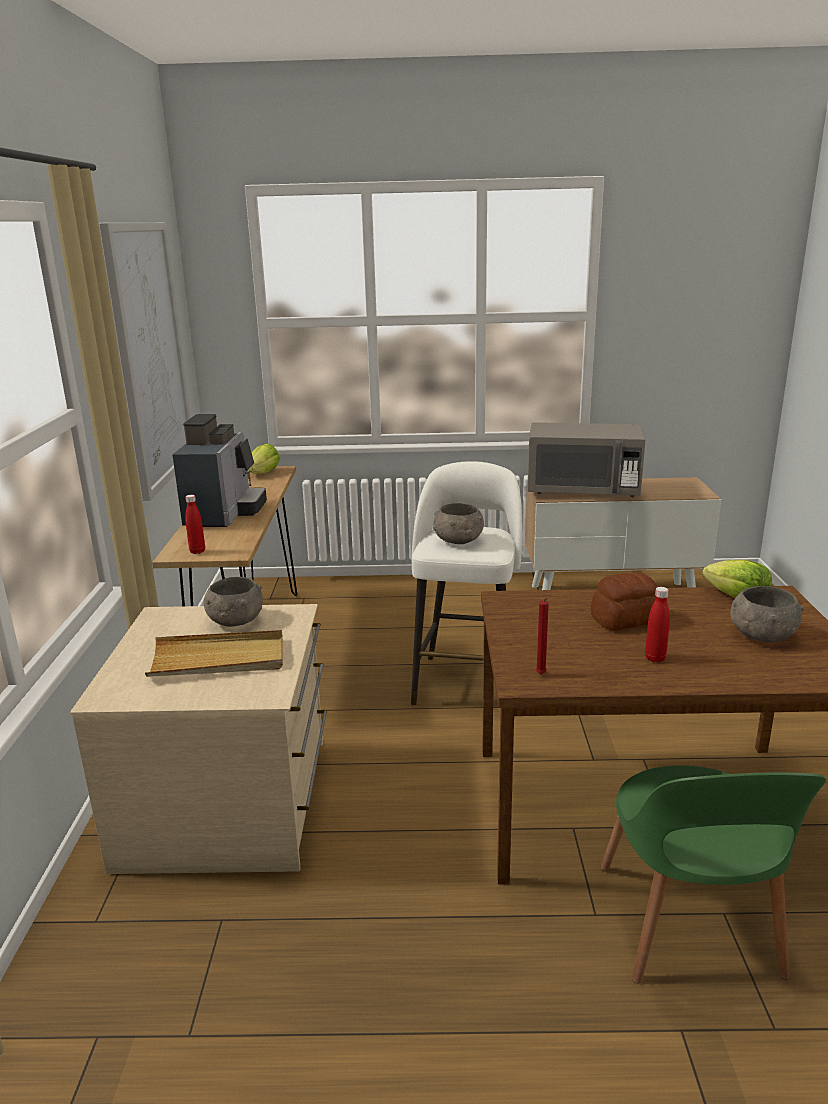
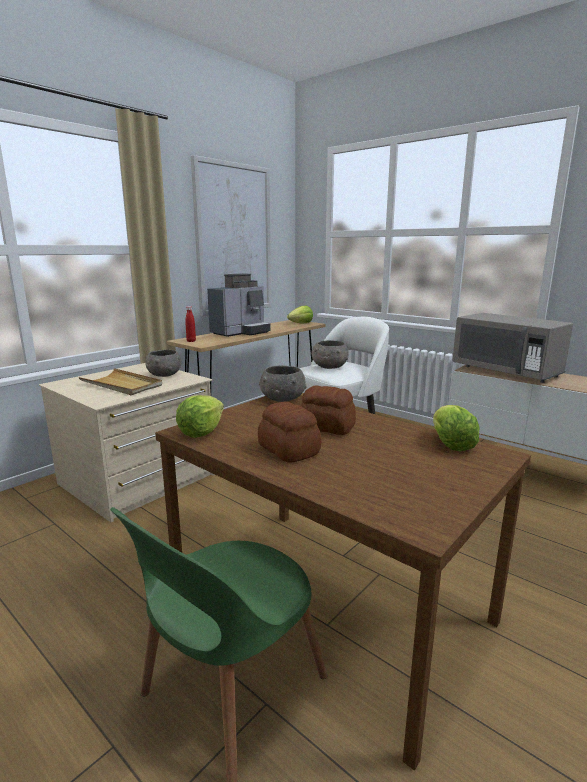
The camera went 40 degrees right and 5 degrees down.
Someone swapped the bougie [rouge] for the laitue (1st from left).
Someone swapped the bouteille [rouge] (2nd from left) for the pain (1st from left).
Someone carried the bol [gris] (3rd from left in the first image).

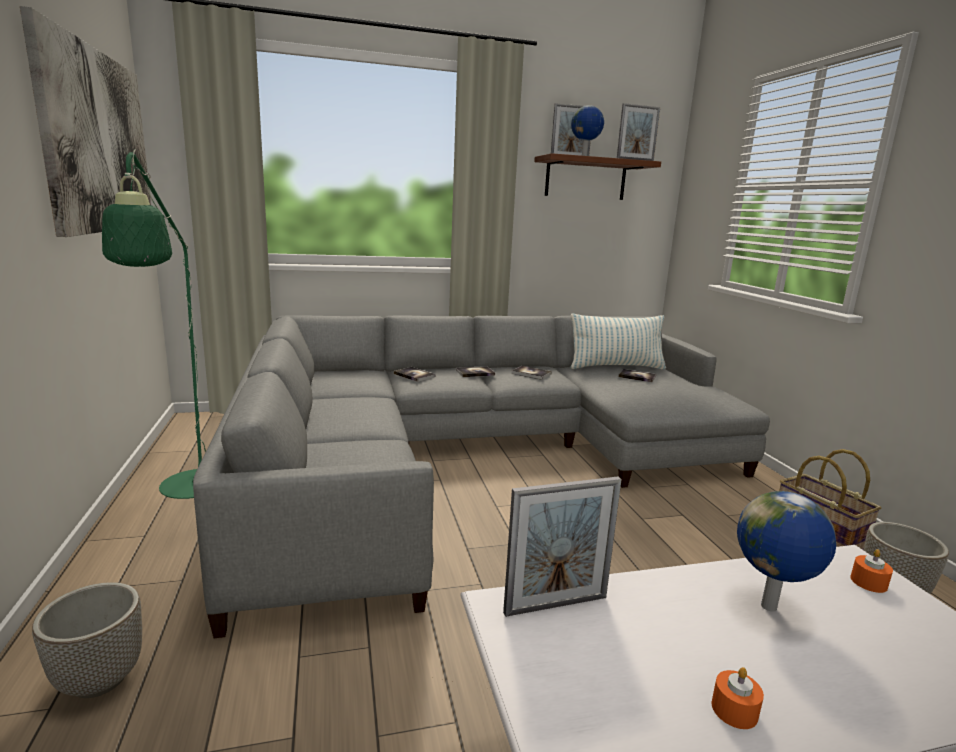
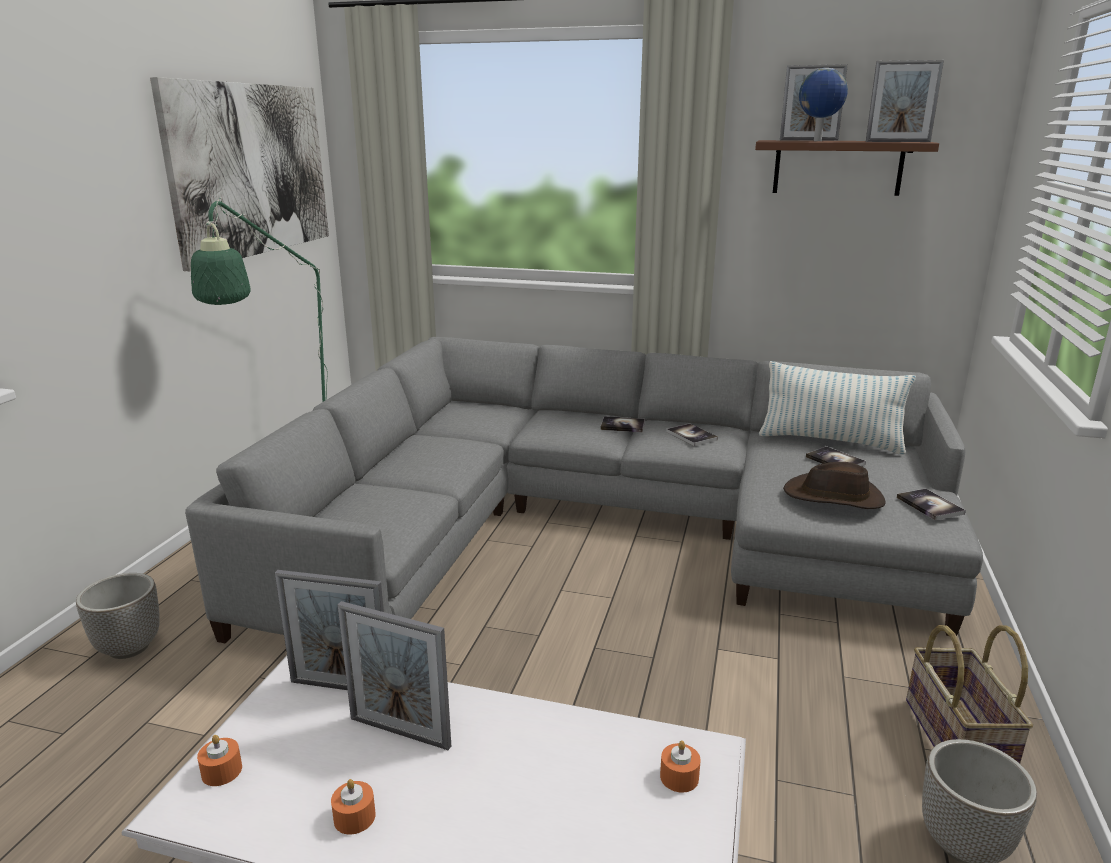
The camera went 30 degrees right and 5 degrees up.
Someone put down the bougie [orange] (1st from left).
Someone put down the cadre photo (2nd from left).
Someone put down the chapeau [marron].
Someone carried the livre (1st from left in the first image).
Someone took away the globe (2nd from left).

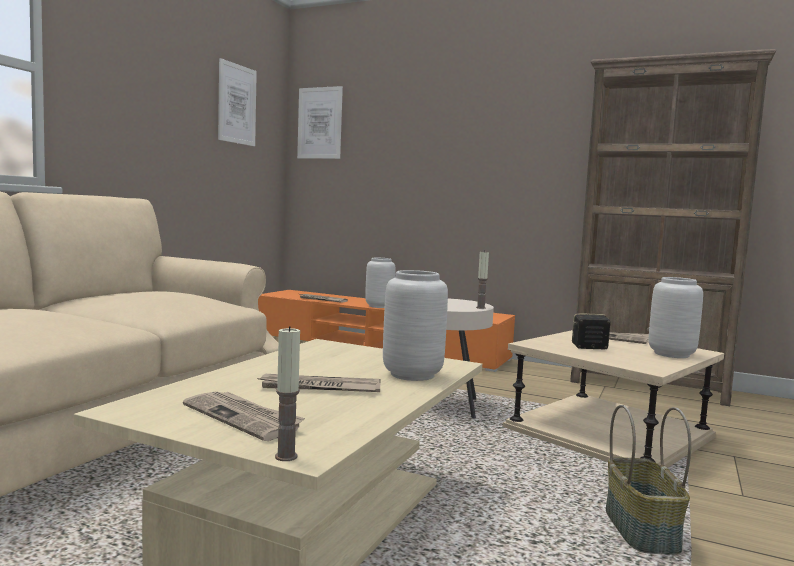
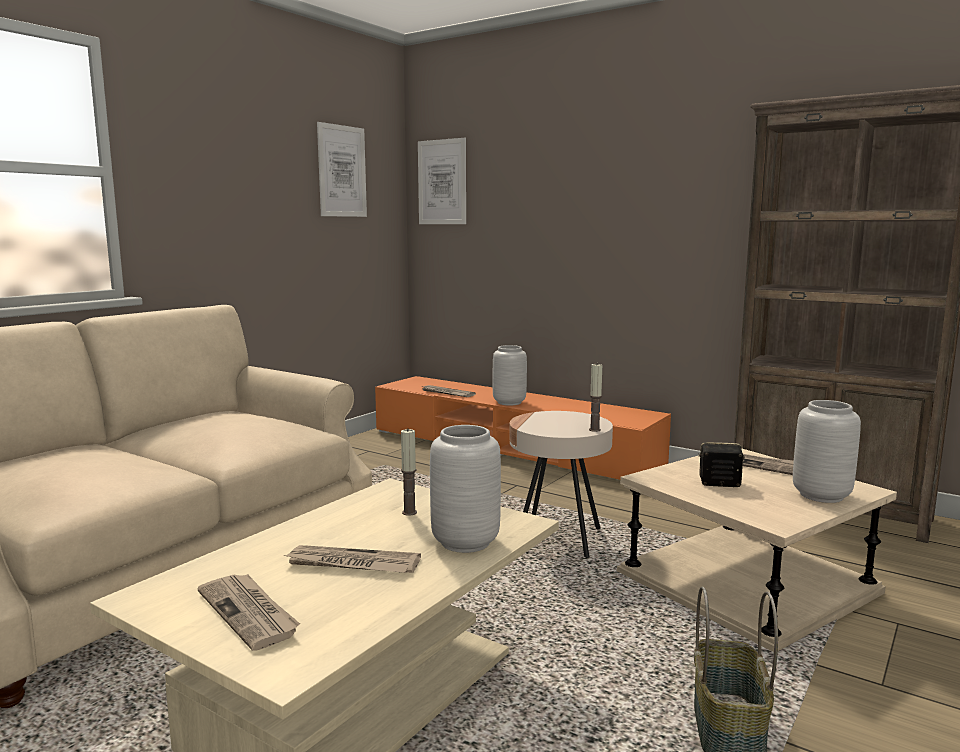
The camera went 10 degrees right and 5 degrees up.
Someone carried the bougie (1st from left).

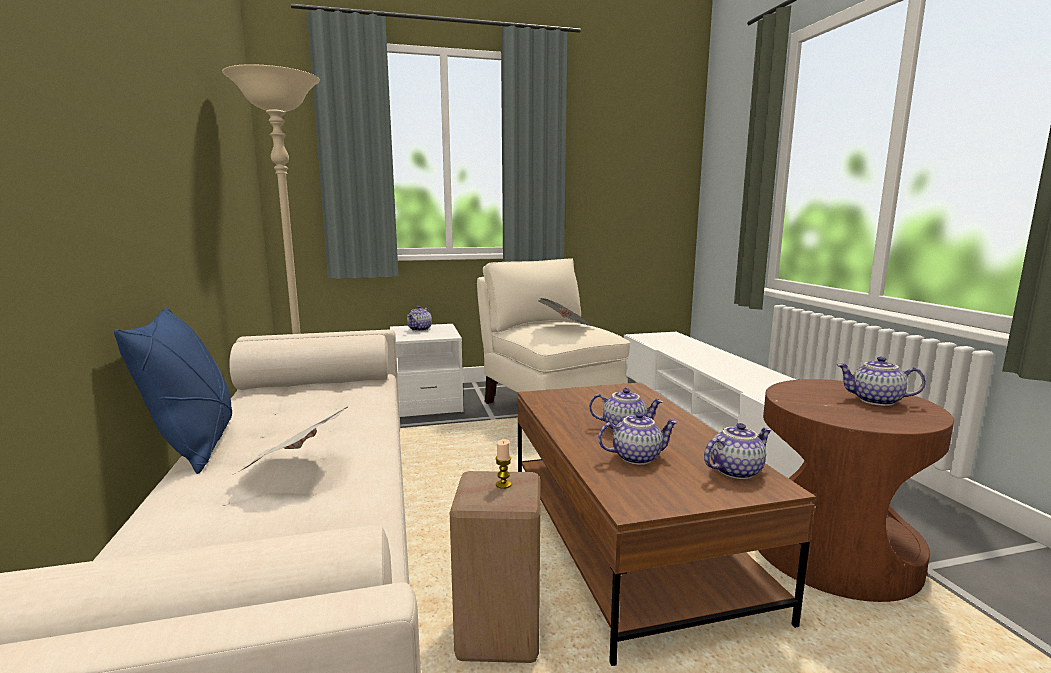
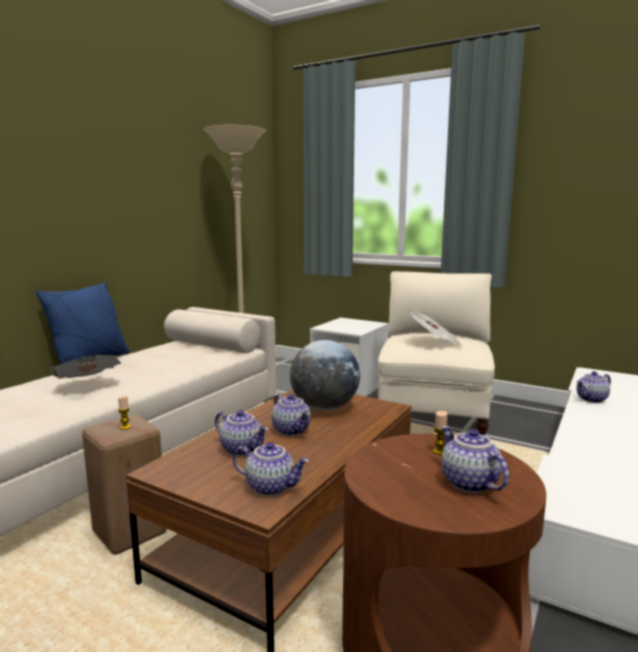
The camera went 45 degrees right and 0 degrees up.
Someone put down the globe.
Someone put down the bougie (2nd from left).
Someone carried the théière (1st from left in the first image).

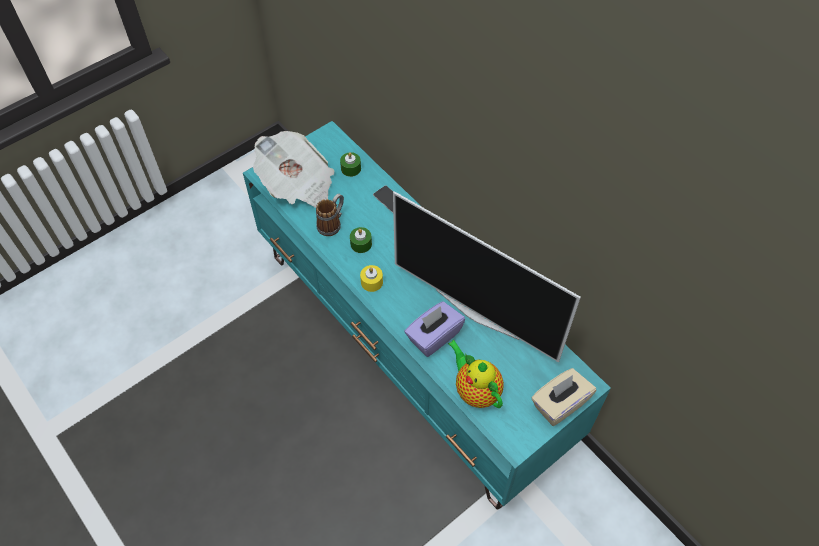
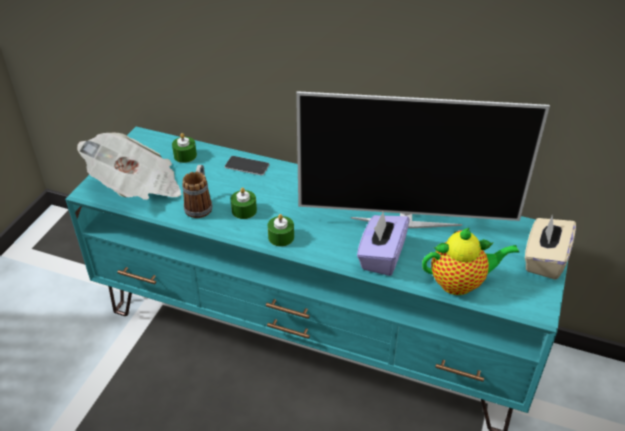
The camera went 30 degrees left and 15 degrees down.
Someone repainted the bougie [jaune], which became the bougie [vert] (3rd from left).
Someone rotated the théière by 150 degrees clockwise.

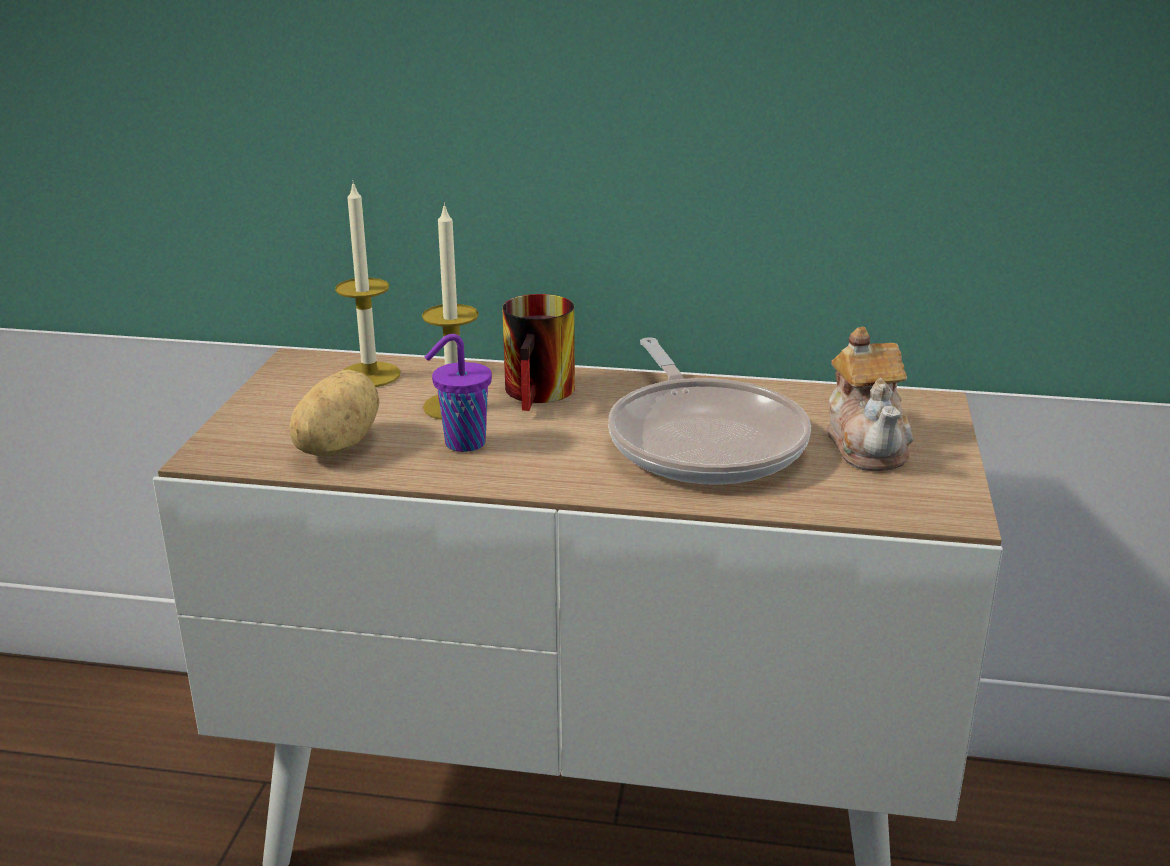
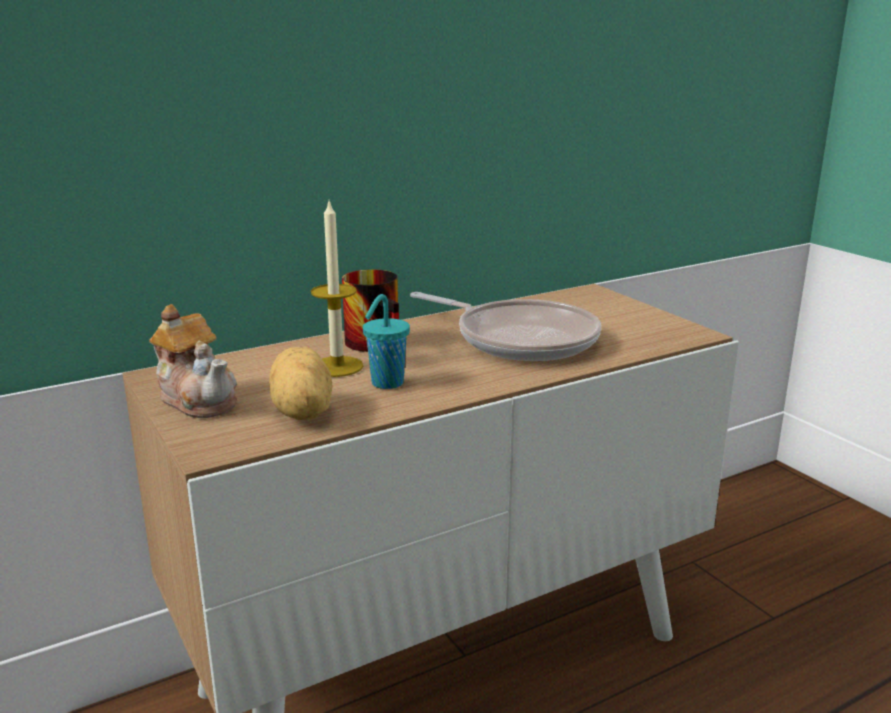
The camera went 40 degrees left and 5 degrees down.
Someone carried the théière.
Someone repainted the tasse [violet], which became the tasse [turquoise].
Someone took away the bougie (1st from left).

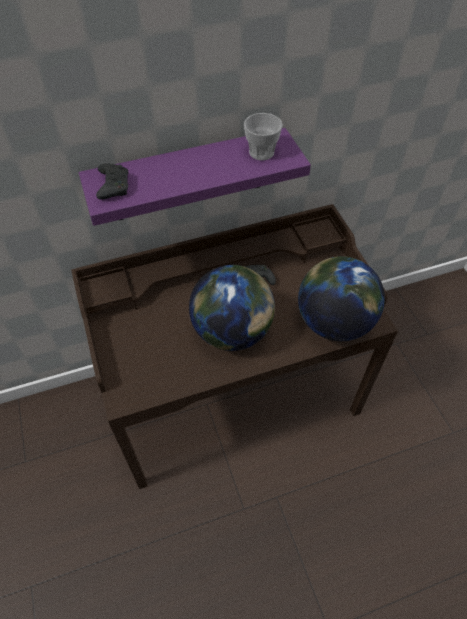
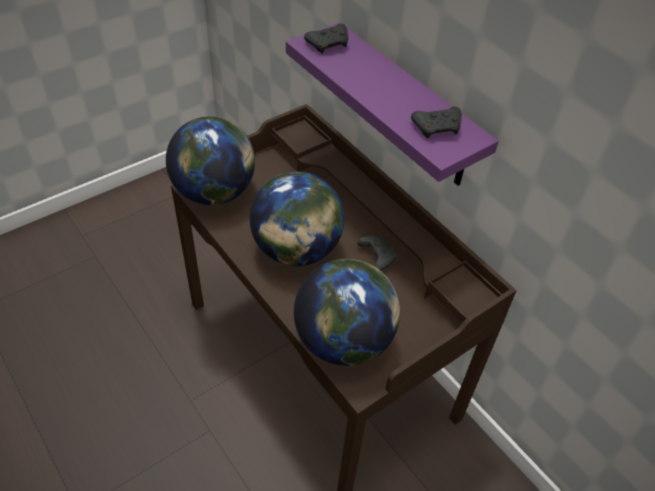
The camera went 70 degrees right and 5 degrees down.
Someone put down the globe (1st from left).
Someone swapped the tasse for the manette [noir] (3rd from left).

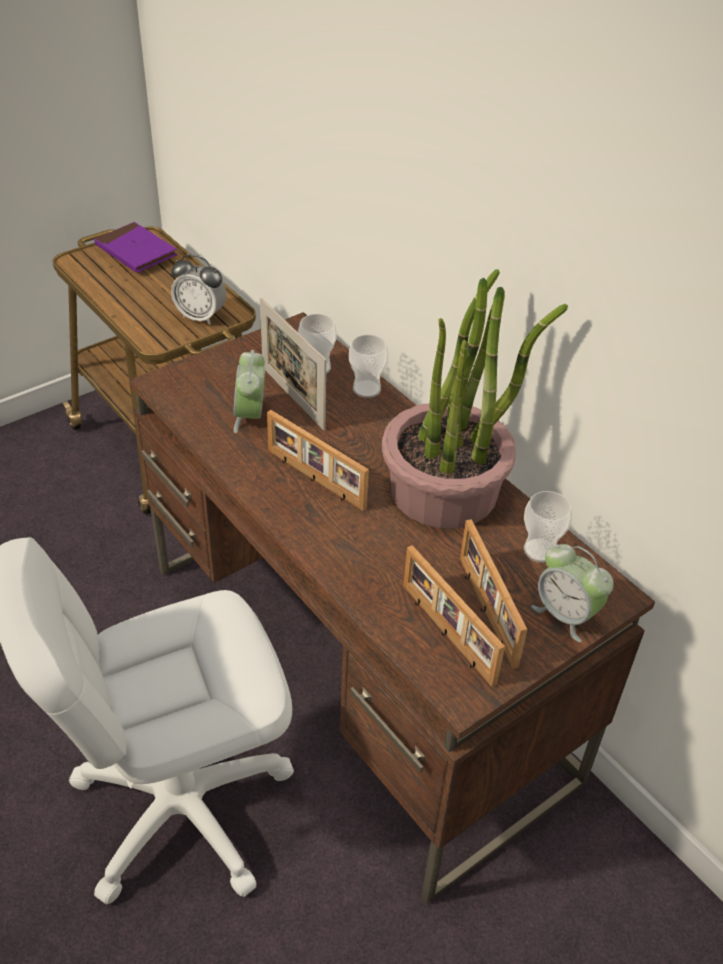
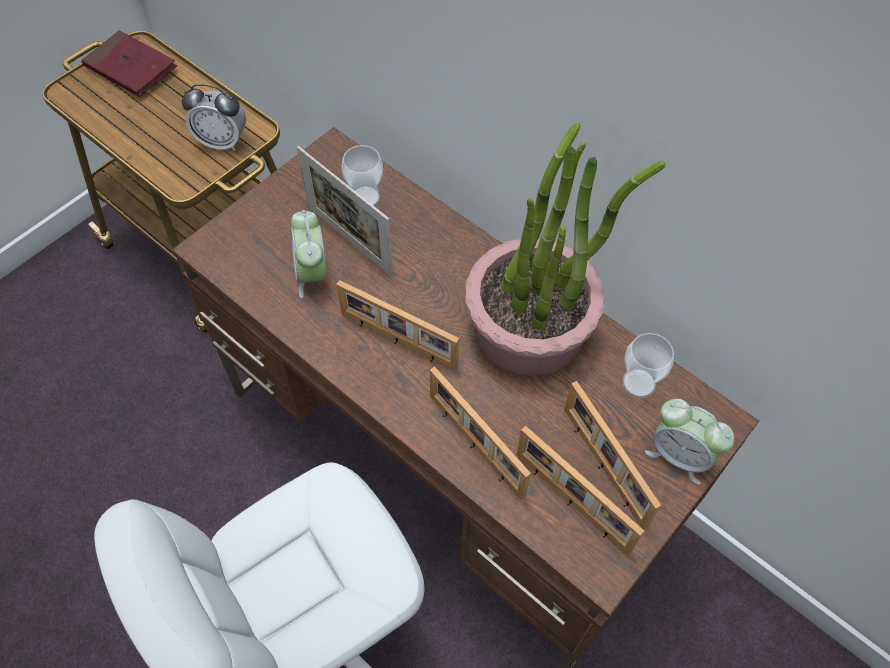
The camera went 10 degrees left and 15 degrees up.
Someone repainted the livre [violet], which became the livre [rouge].
Someone put down the cadre photo (3rd from left).
Someone took away the tasse (2nd from left).

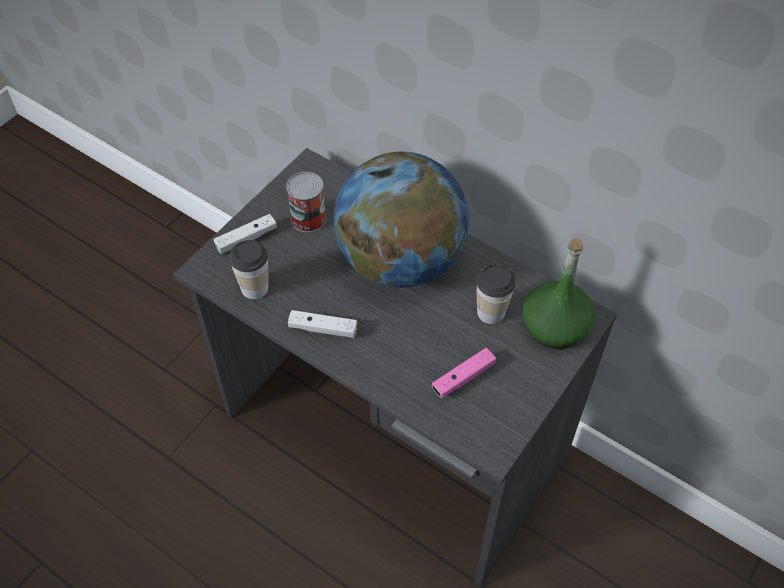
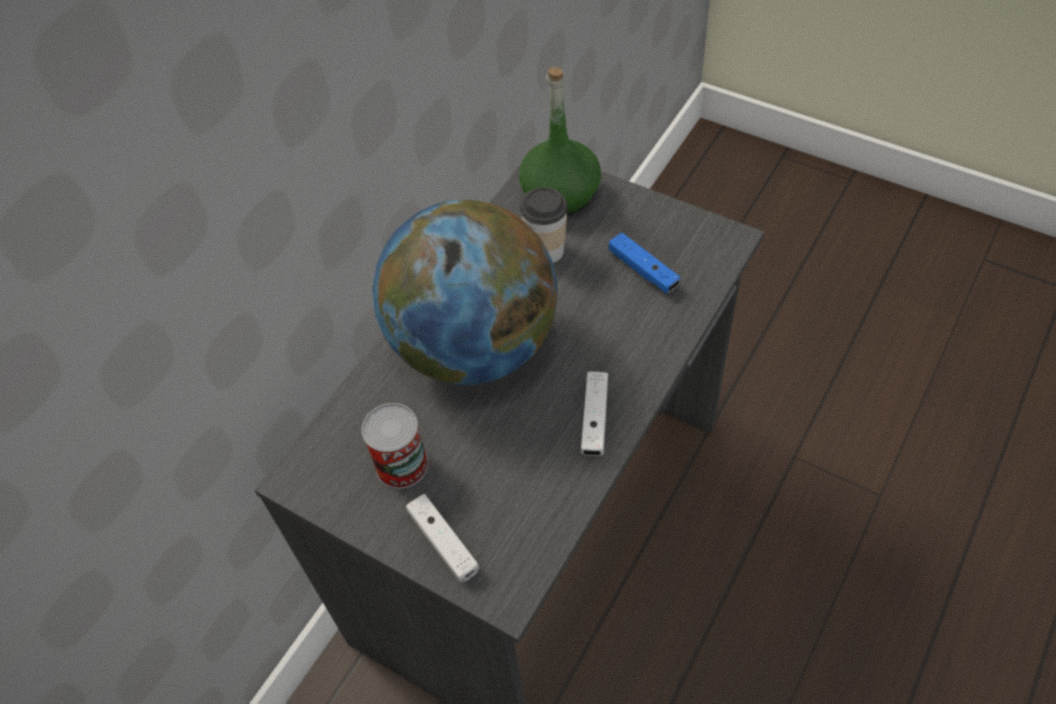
The camera went 90 degrees left and 0 degrees up.
Someone repainted the manette [rose], which became the manette [bleu].
Someone took away the tasse (1st from left).

